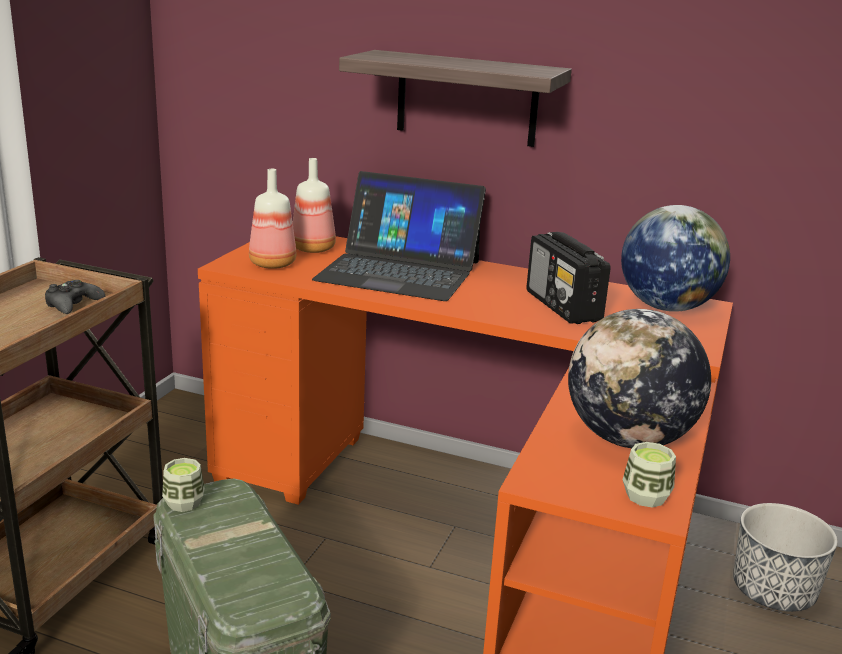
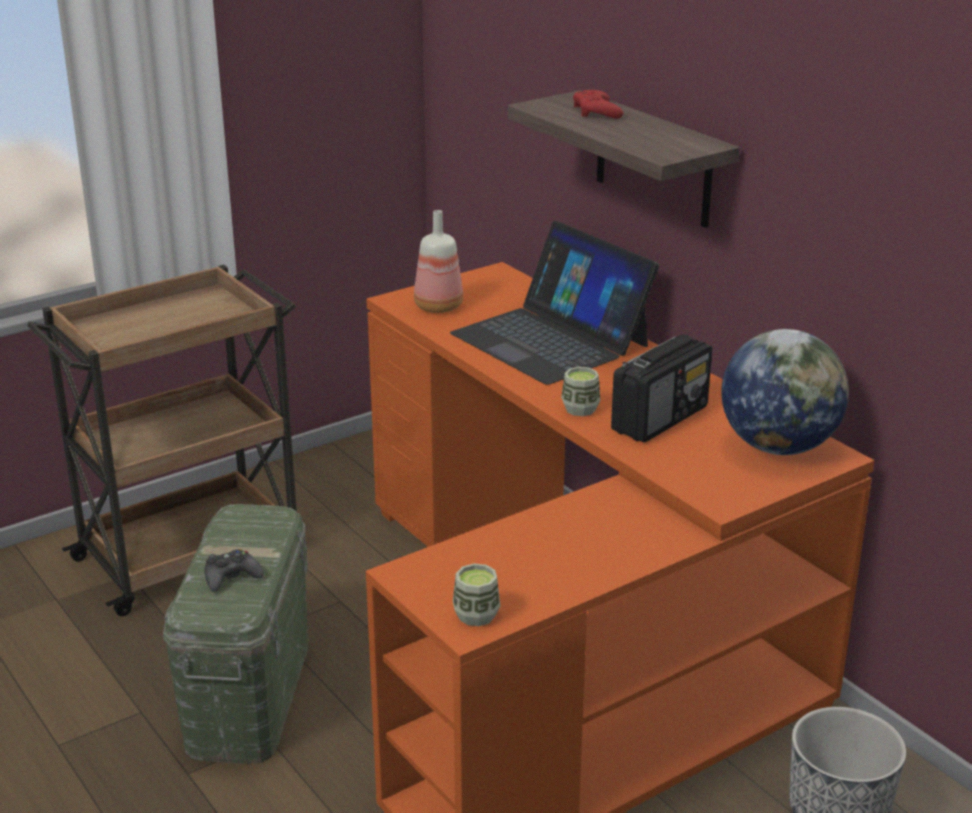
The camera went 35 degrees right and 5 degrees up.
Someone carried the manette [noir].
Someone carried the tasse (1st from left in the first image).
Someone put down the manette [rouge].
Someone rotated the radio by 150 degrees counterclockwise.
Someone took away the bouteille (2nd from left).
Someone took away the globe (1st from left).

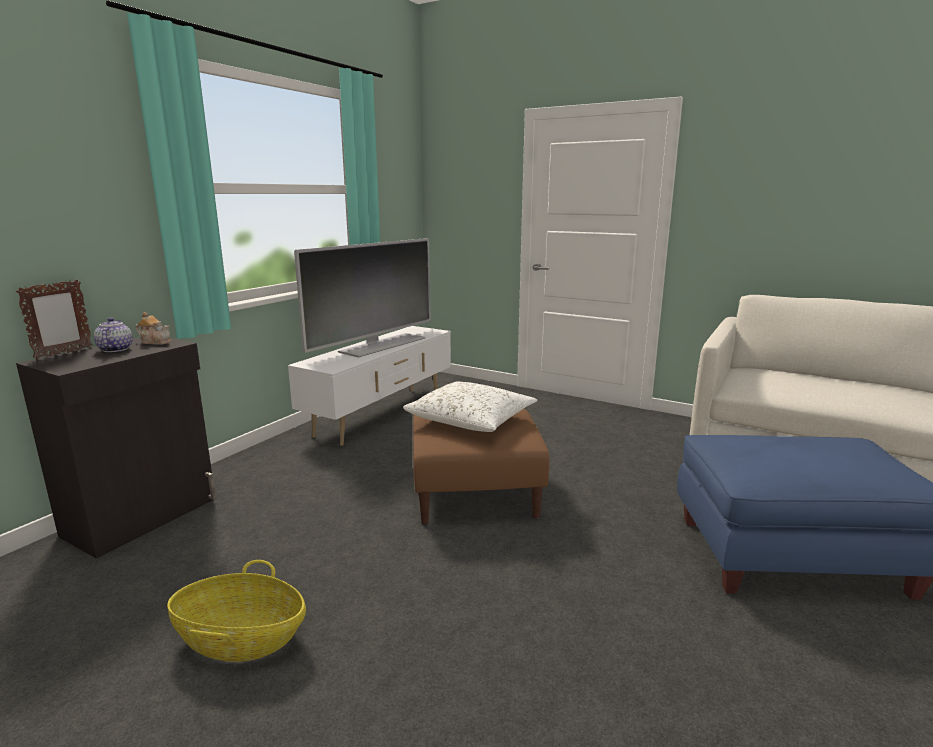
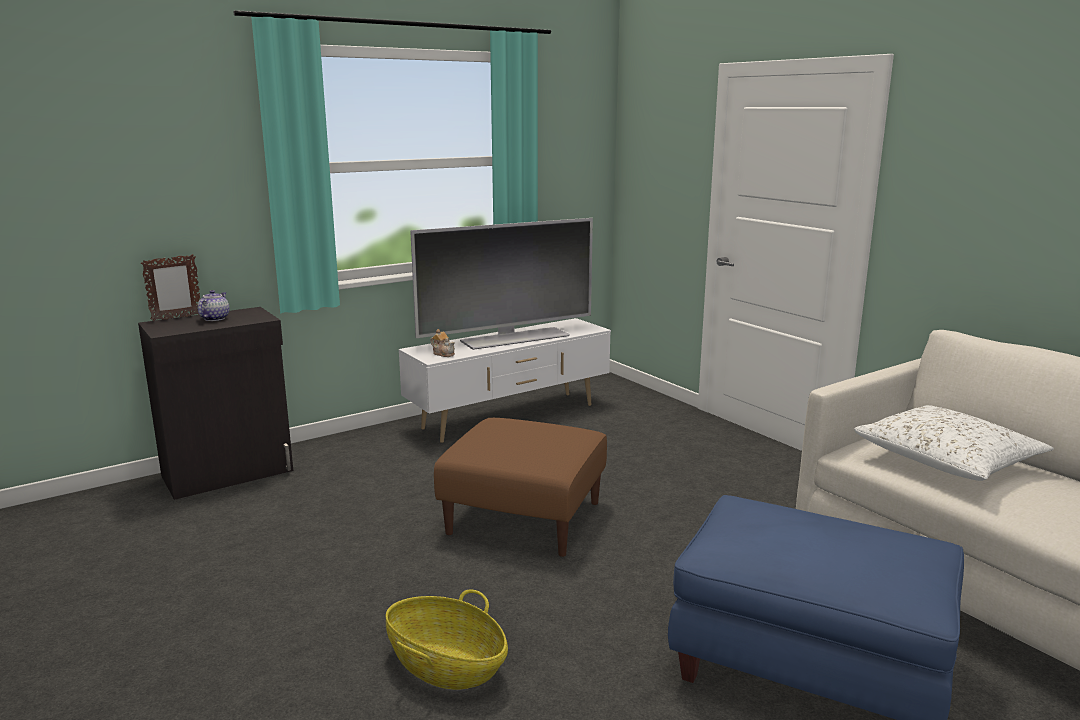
The camera went 25 degrees right and 0 degrees up.
Someone carried the panier.
Someone carried the théière (2nd from left).
Someone carried the coussin [blanc].

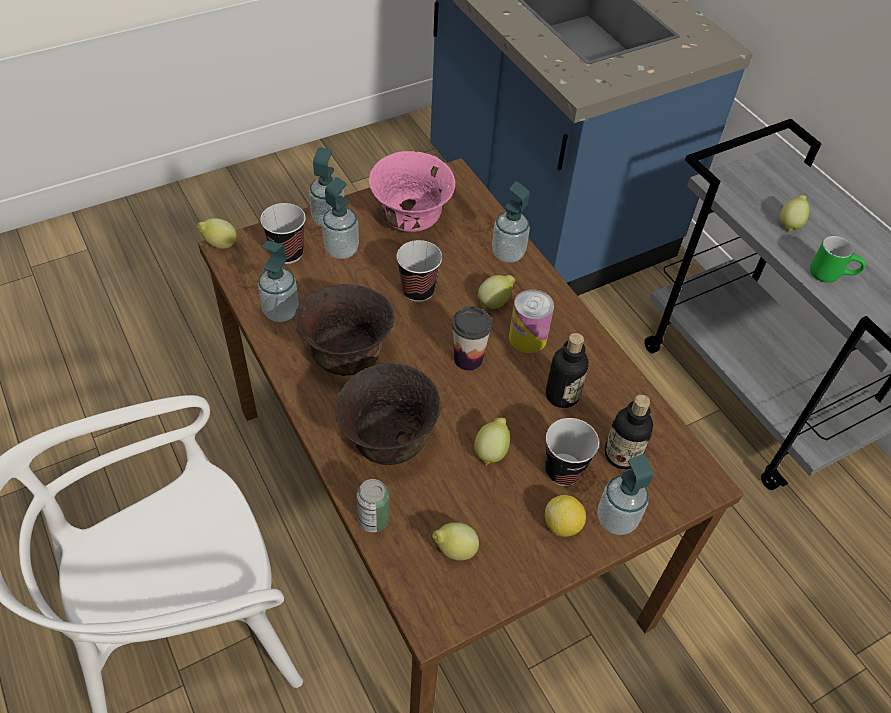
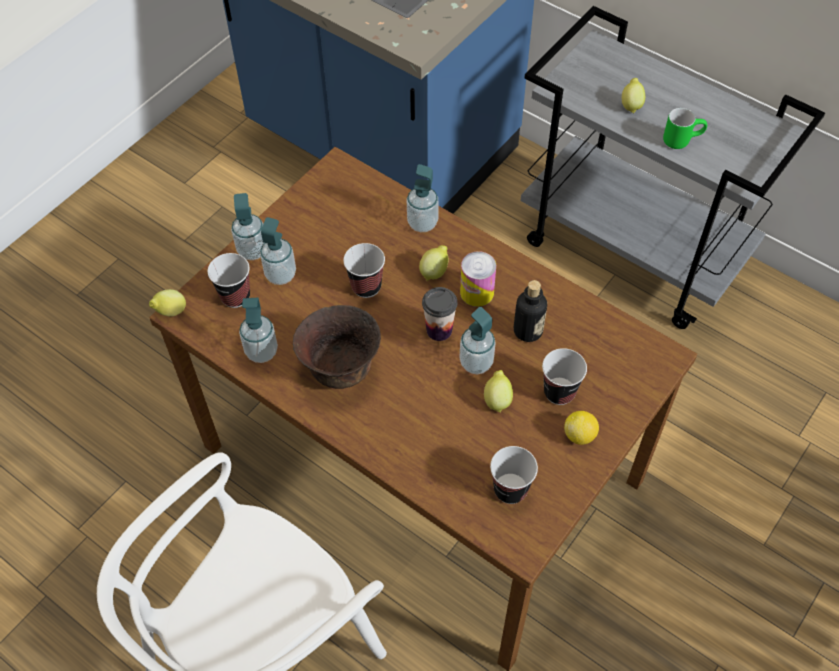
The camera went 20 degrees left and 5 degrees up.
Someone carried the distributeur de savon (5th from left).
Someone swapped the citron (2nd from left) for the tasse (4th from left).
Someone took away the bol [marron] (2nd from left).
Someone took away the boîte métallique (1st from left).
Someone took away the bol [rose].
Someone took away the bouteille (2nd from left).

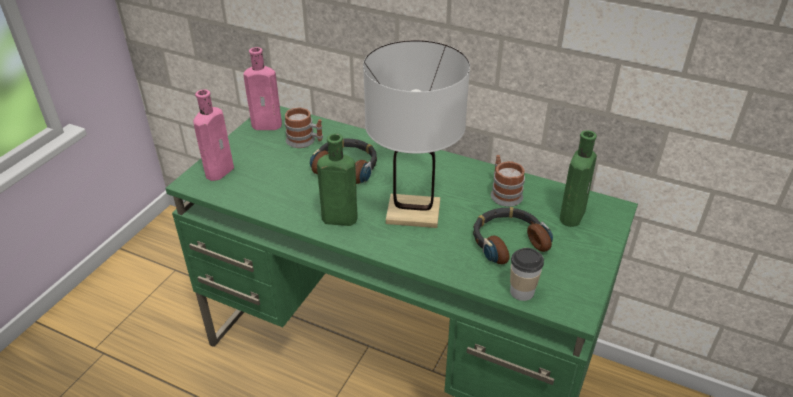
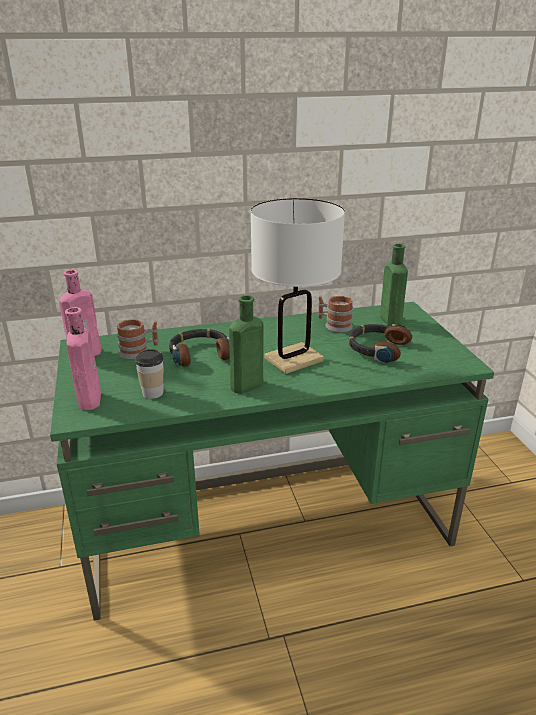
The camera went 40 degrees left and 10 degrees down.
Someone carried the tasse.

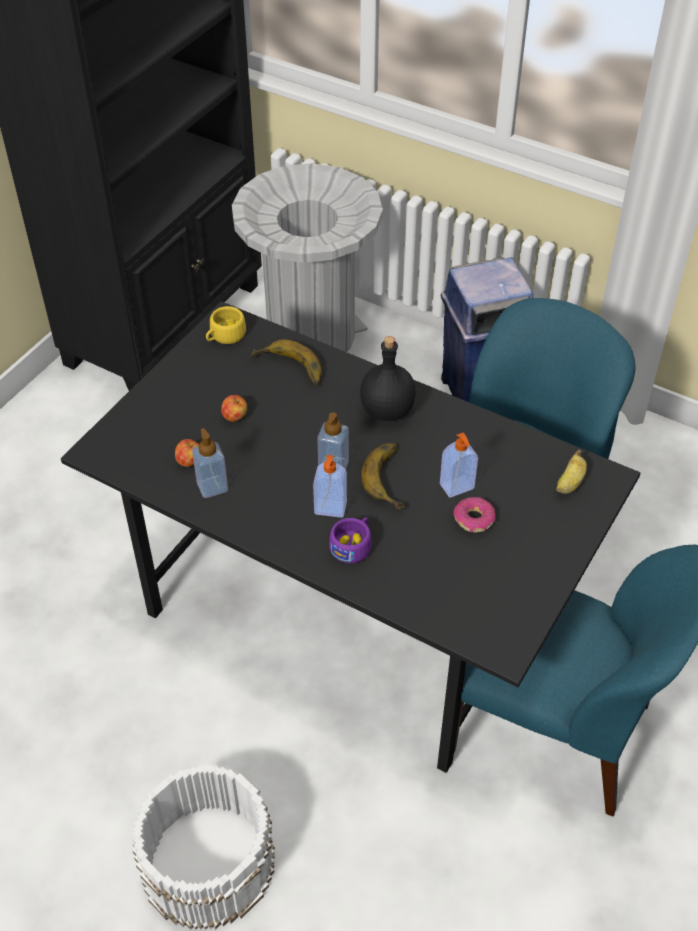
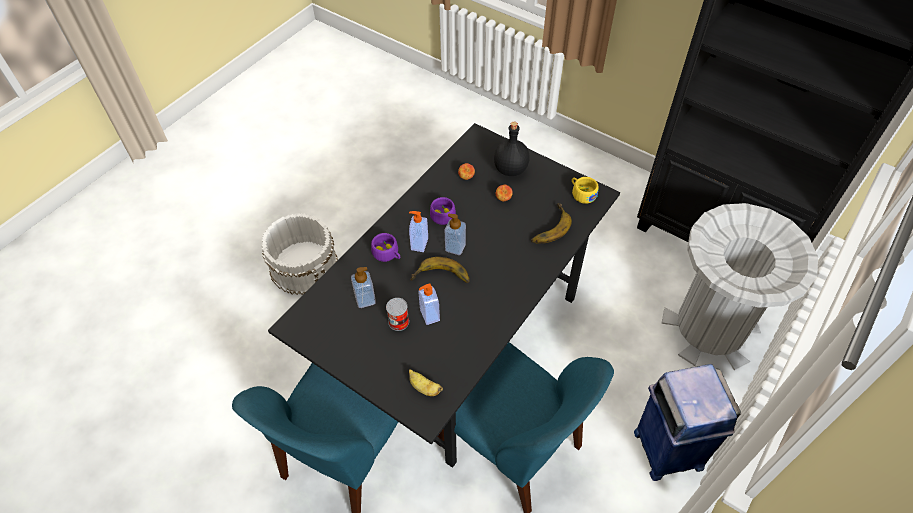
The camera went 95 degrees right and 5 degrees up.
Someone carried the distributeur de savon (1st from left).
Someone swapped the beignet for the boîte métallique.
Someone put down the tasse [violet] (2nd from left).
Someone carried the bouteille [noir].

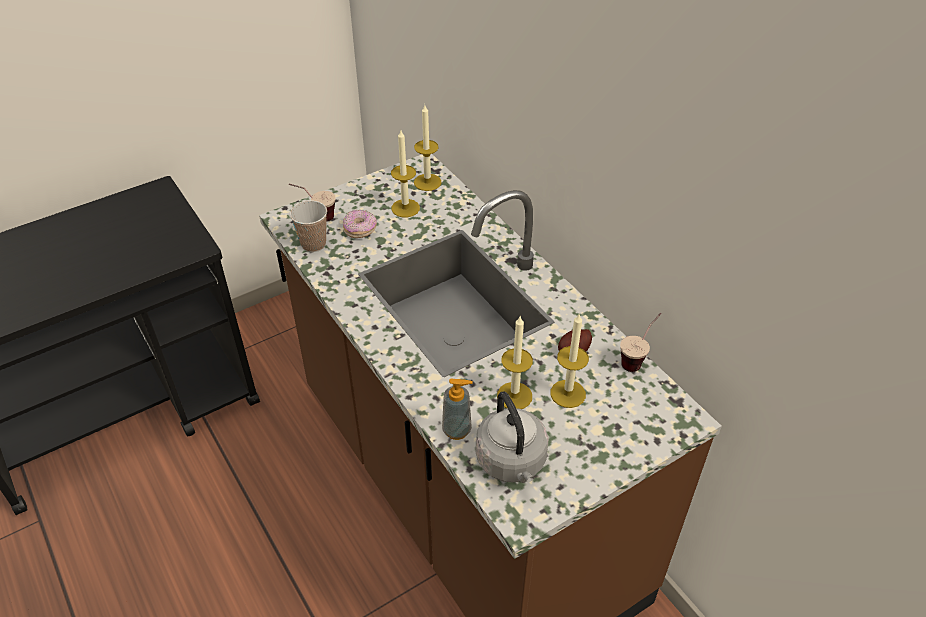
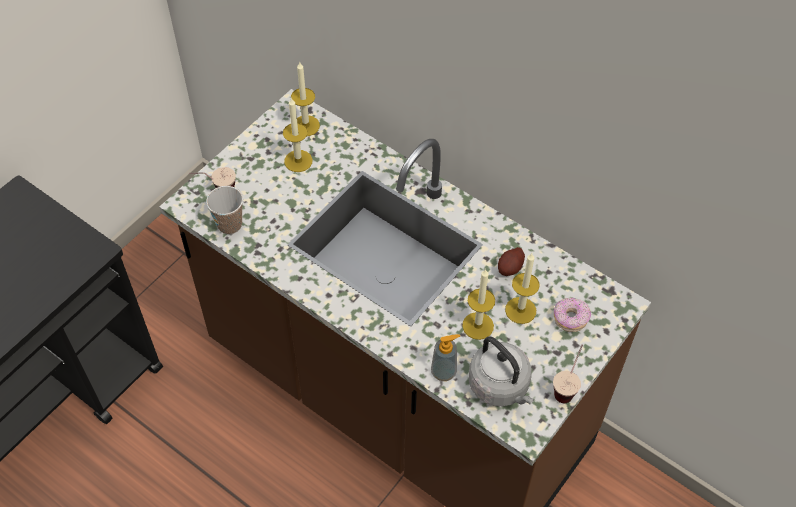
The camera went 20 degrees left and 10 degrees up.
Someone carried the tasse (3rd from left).
Someone carried the beignet.

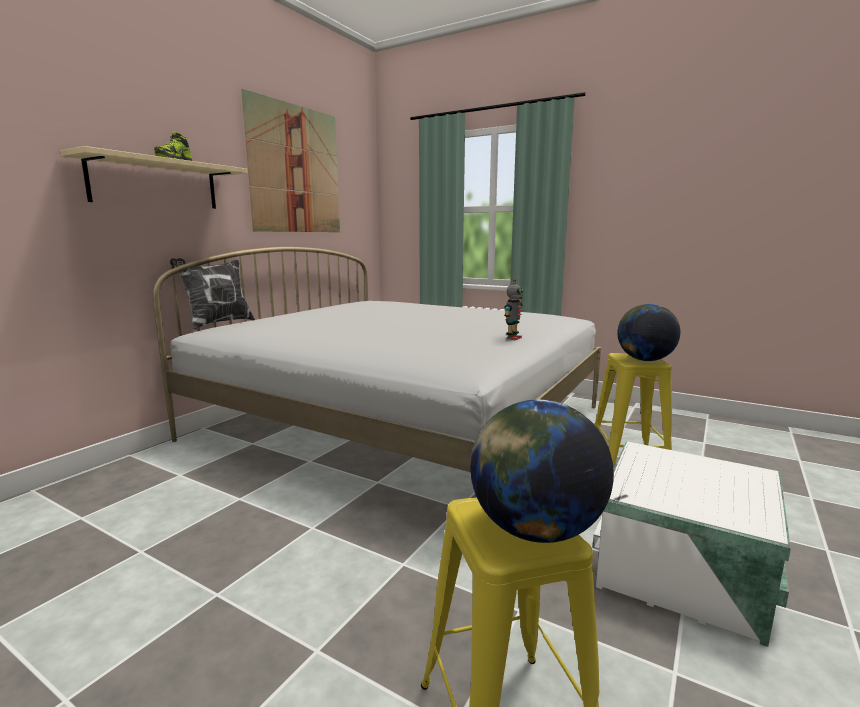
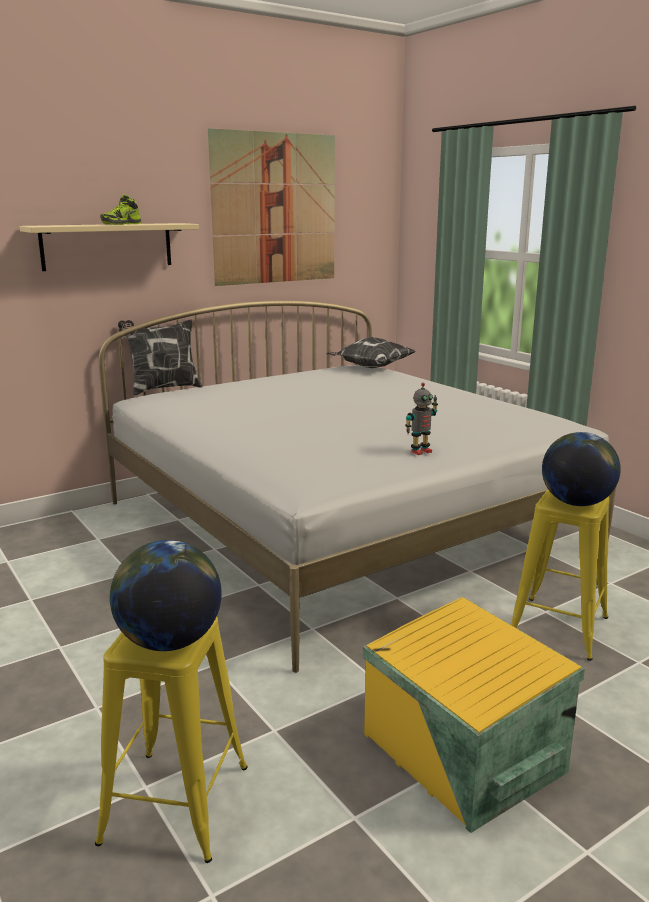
The camera went 25 degrees right and 5 degrees up.
Someone put down the coussin (2nd from left).
Someone repainted the boîte de rangement [blanc], which became the boîte de rangement [jaune].

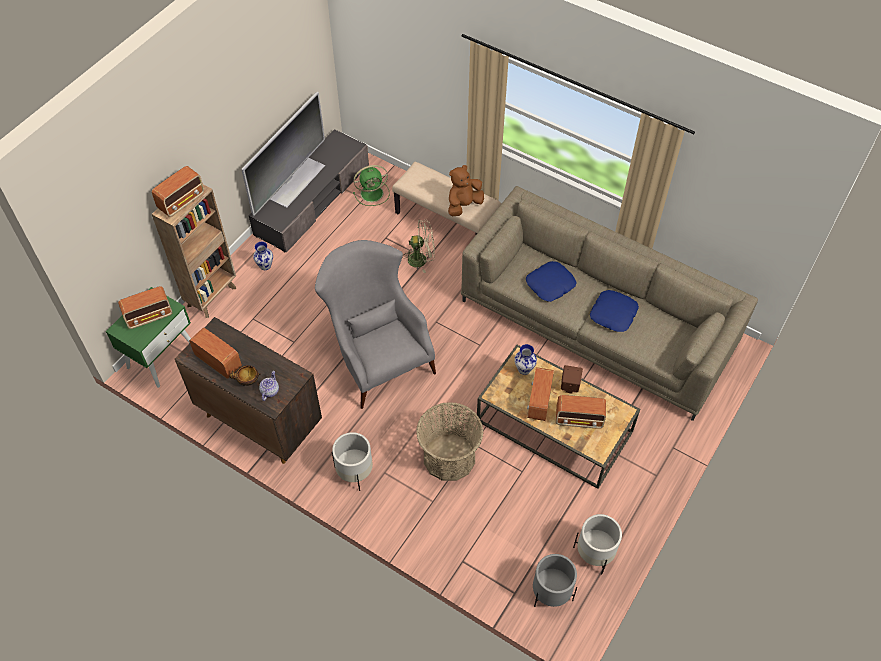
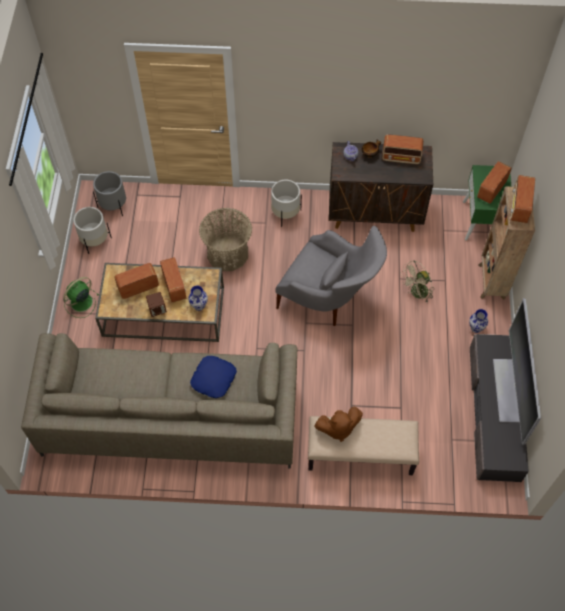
The camera went 150 degrees right and 5 degrees up.
Someone carried the ventilateur [vert].
Someone rotated the peluche [marron] by 60 degrees clockwise.
Someone carried the ventilateur [beige].
Someone took away the coussin [bleu] (2nd from left).

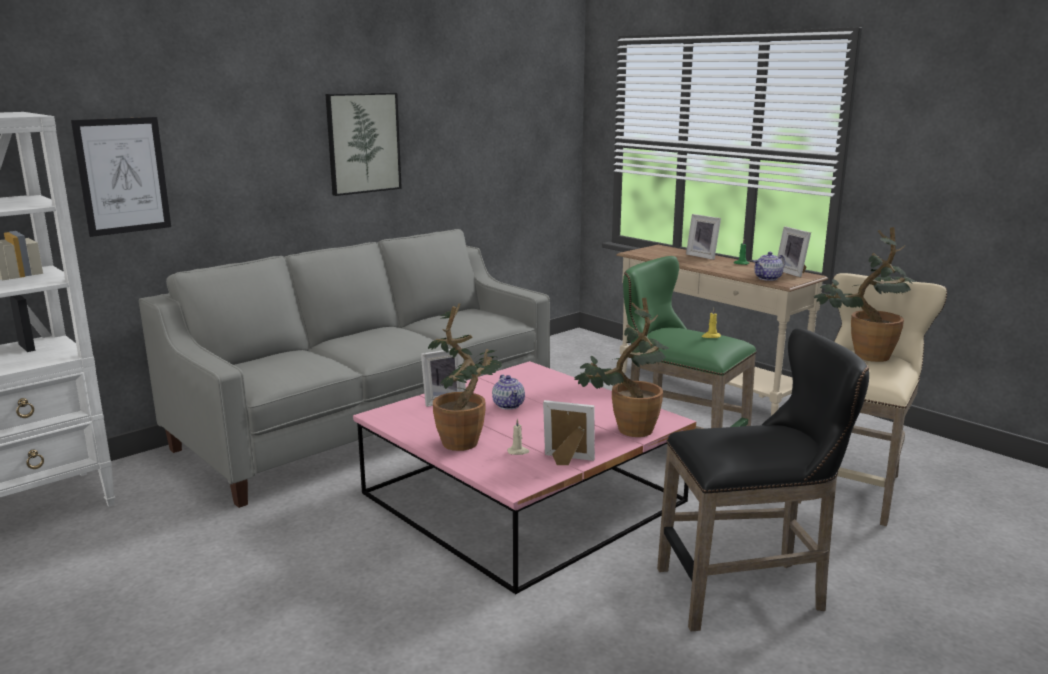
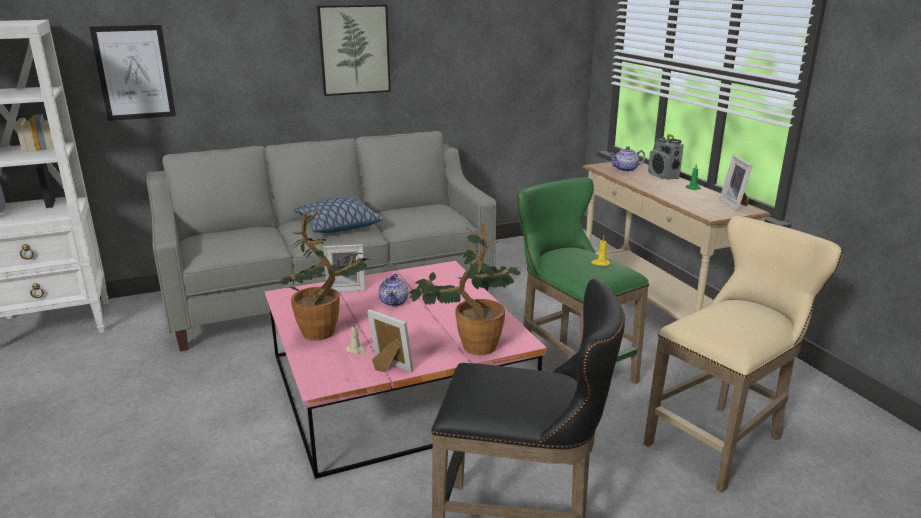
The camera went 20 degrees right and 5 degrees up.
Someone put down the coussin.
Someone carried the théière (2nd from left).
Someone swapped the cadre photo (3rd from left) for the radio.
Someone took away the plante en pot (3rd from left).

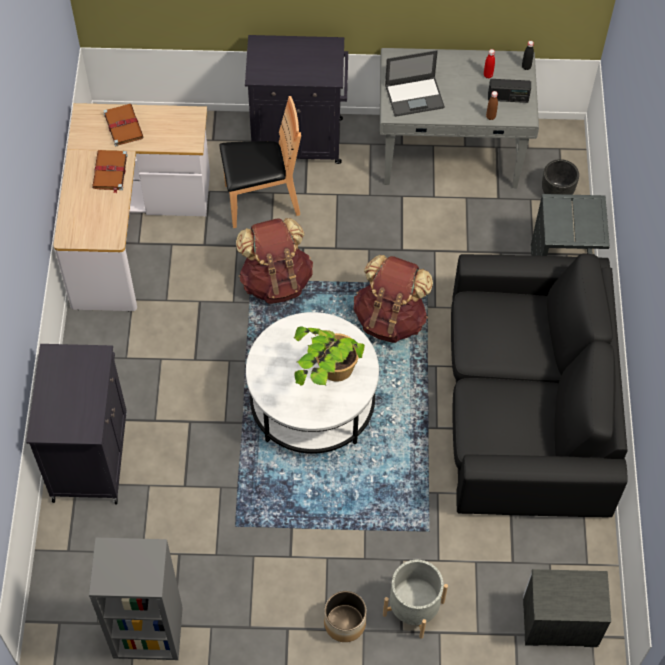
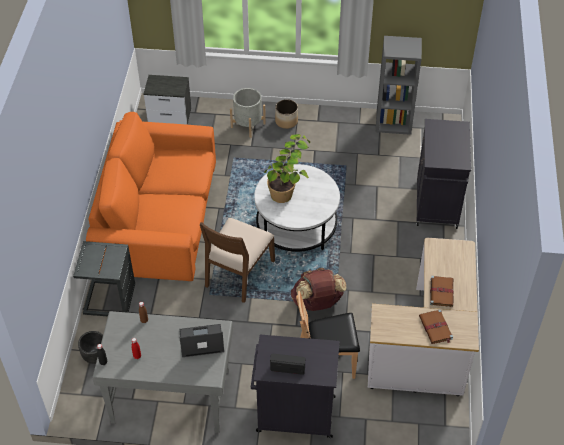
The camera went 175 degrees left and 10 degrees down.
Someone repainted the canapé [noir], which became the canapé [orange].
Someone swapped the sac à dos [marron] (2nd from left) for the chaise [marron] (1st from left).
Someone carried the radio.

